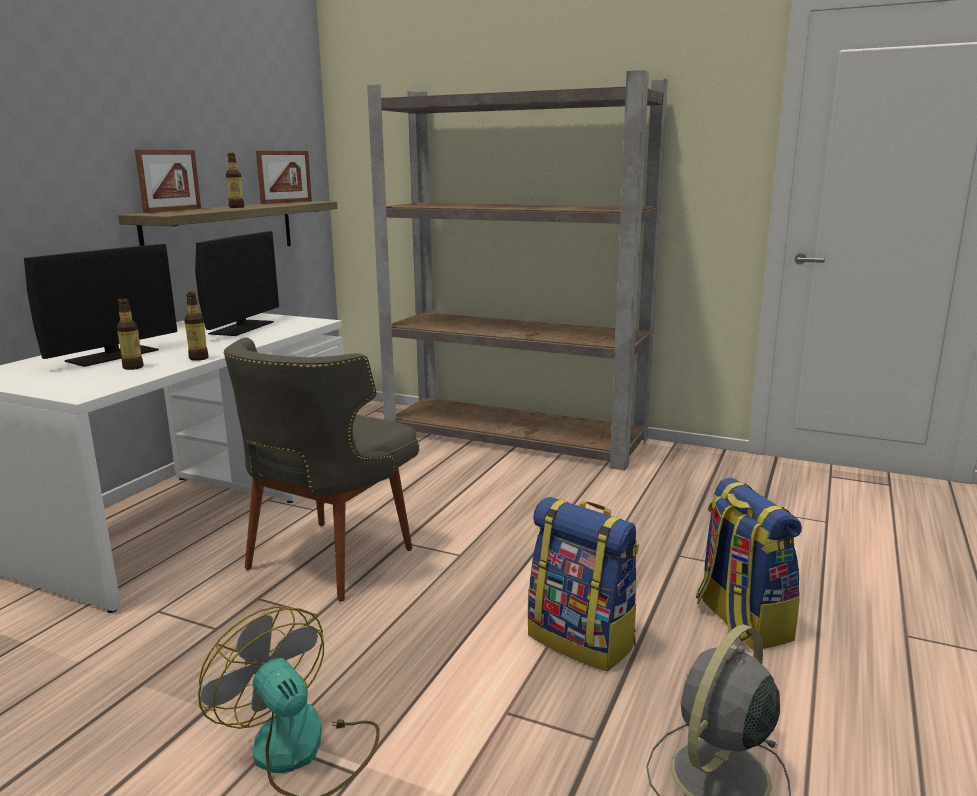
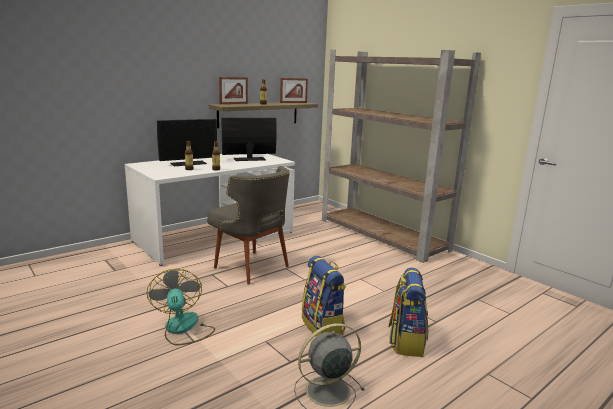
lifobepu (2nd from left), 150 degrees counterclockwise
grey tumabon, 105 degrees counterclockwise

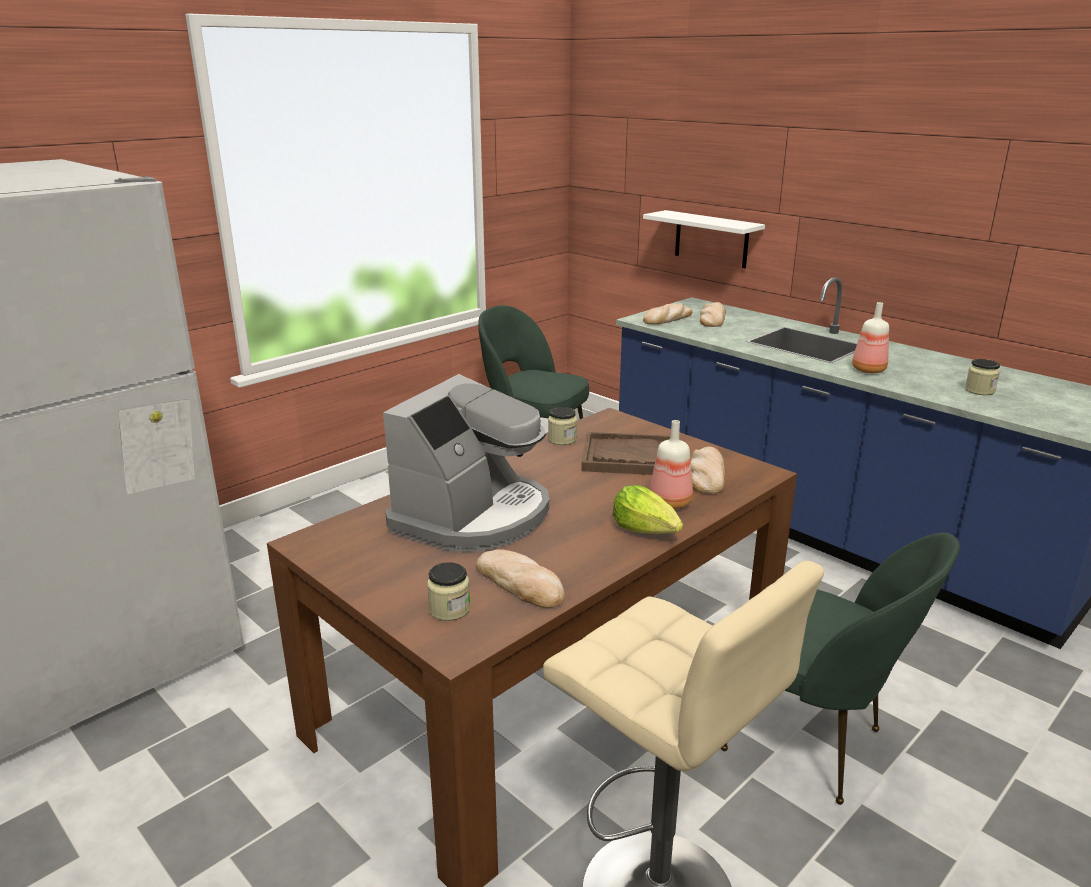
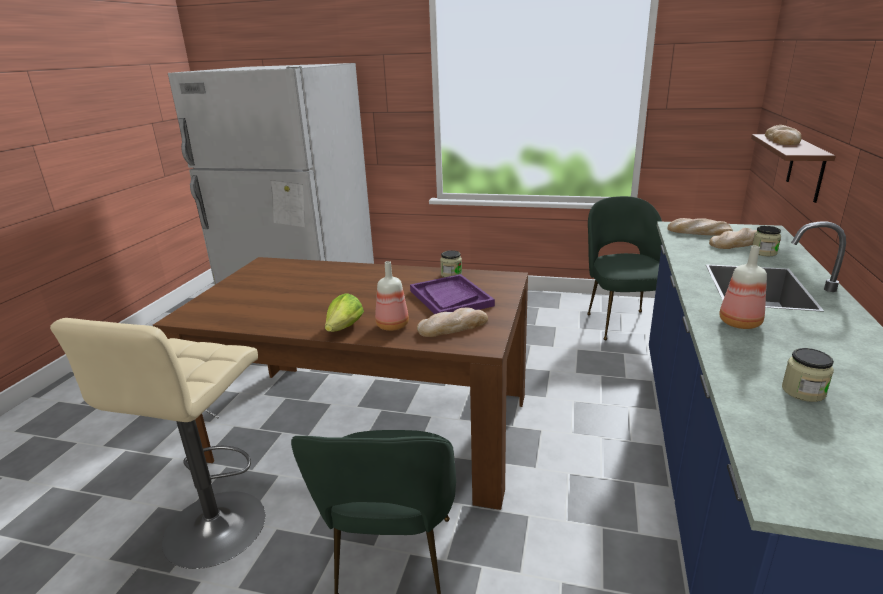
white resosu -> brown resosu
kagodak -> none
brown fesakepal -> purple fesakepal
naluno (1st from left in the first image) -> naluno (4th from left), move
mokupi (1st from left in the first image) -> mokupi (2nd from left), move

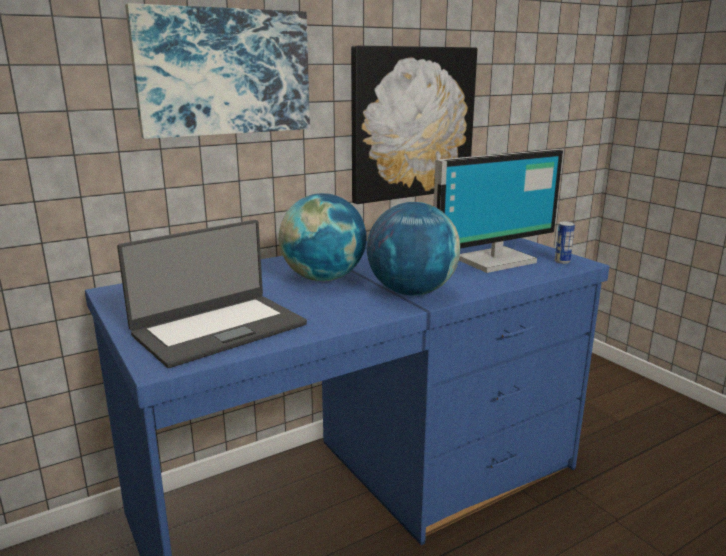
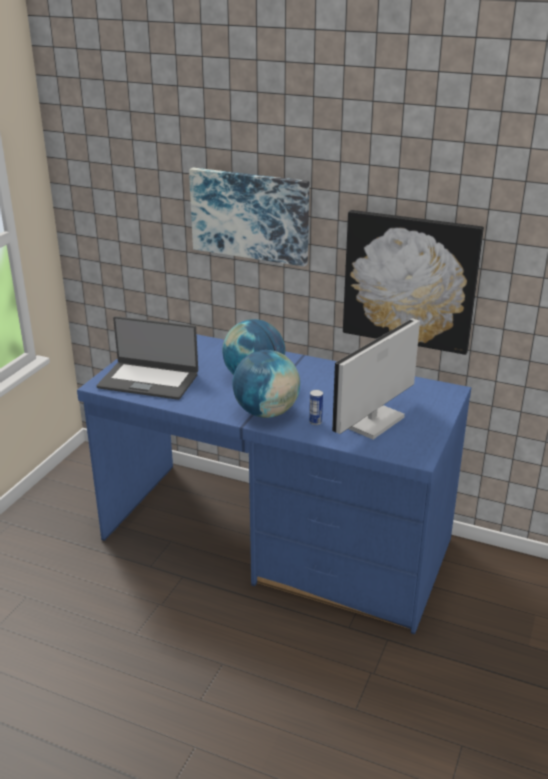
lifobepu, 105 degrees clockwise
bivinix, move

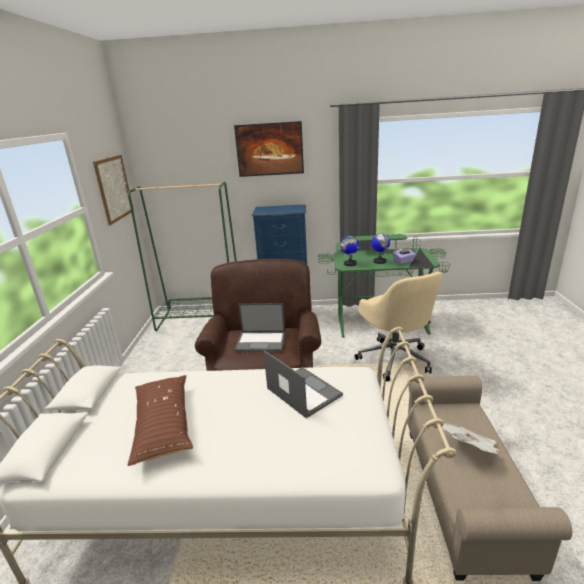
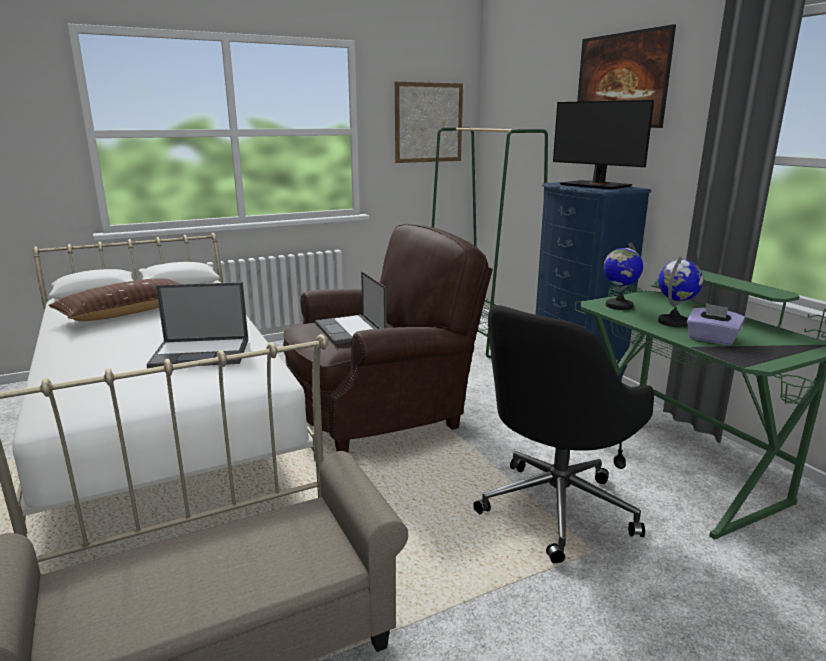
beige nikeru -> black nikeru
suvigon (2nd from left in the first image) -> suvigon (1st from left), 60 degrees clockwise
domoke -> none
none -> lifobepu

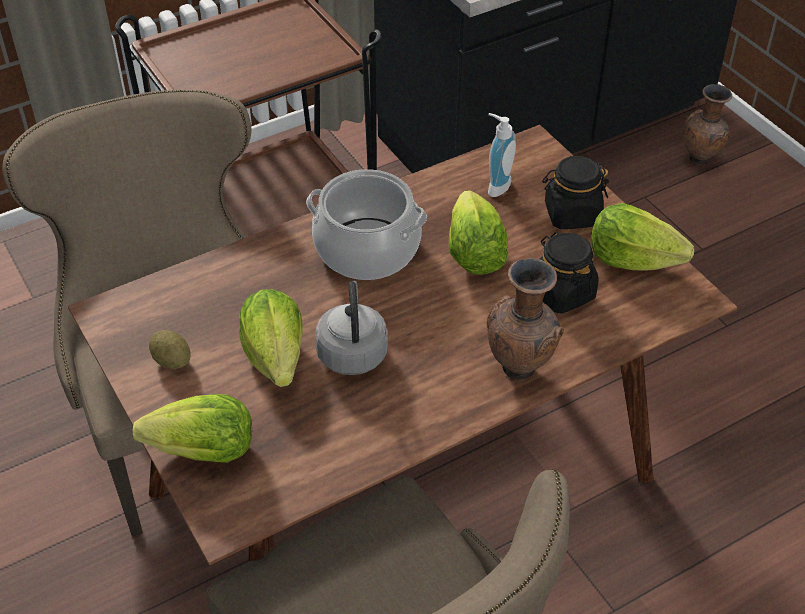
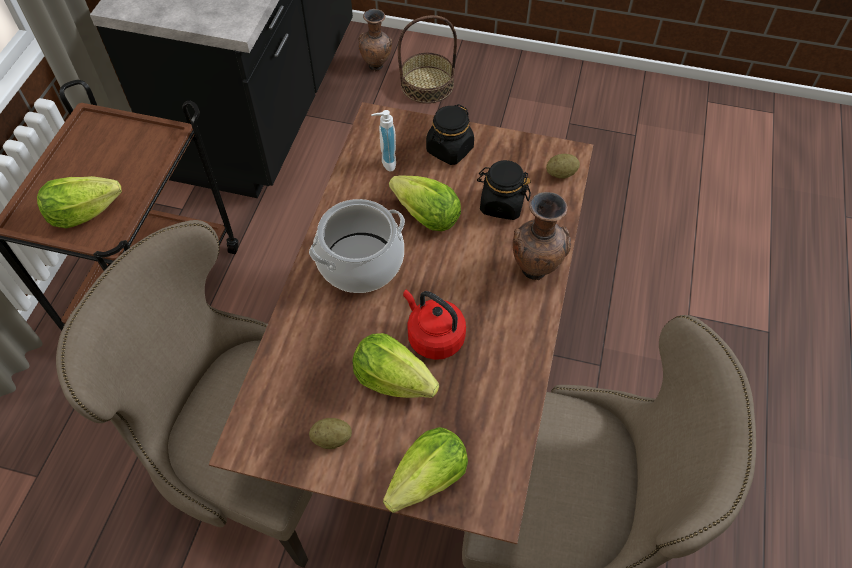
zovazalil (4th from left in the first image) -> zovazalil (1st from left), move
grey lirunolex -> red lirunolex
none -> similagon
none -> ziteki (2nd from left)

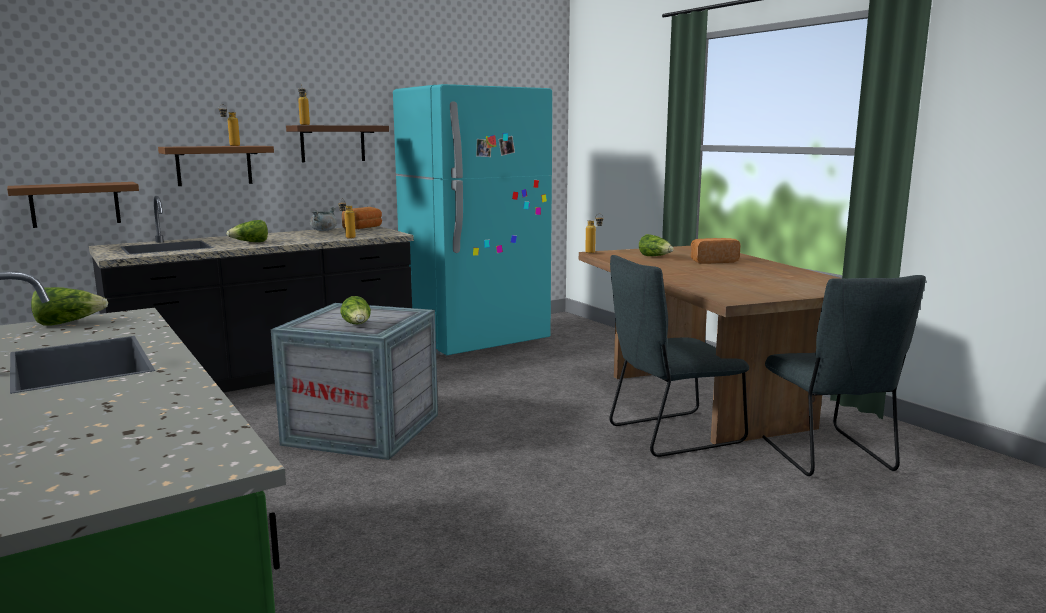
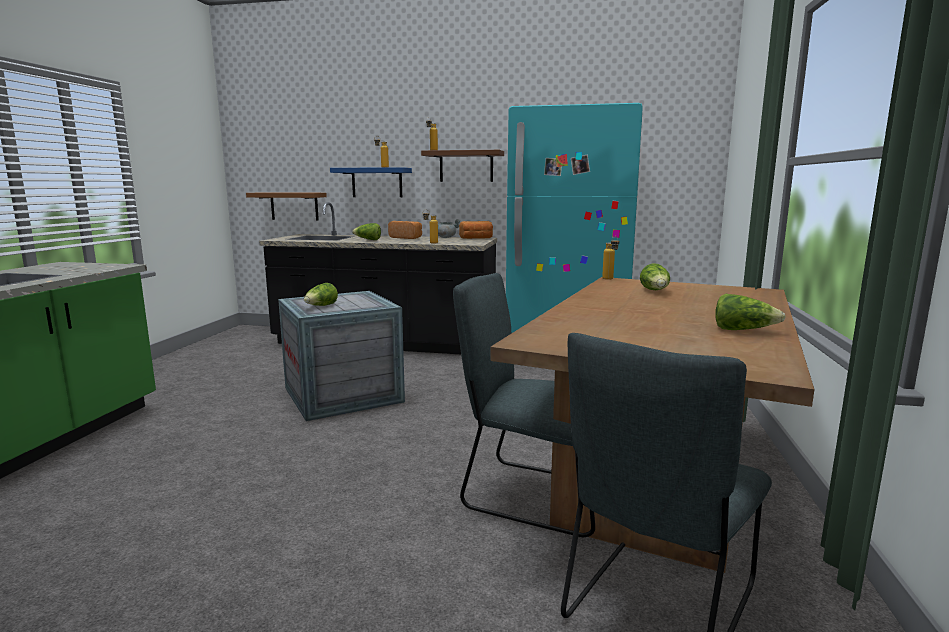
brown resosu (2nd from left) -> blue resosu
naluno (2nd from left in the first image) -> naluno (1st from left), move
zovazalil (1st from left in the first image) -> zovazalil (4th from left), move

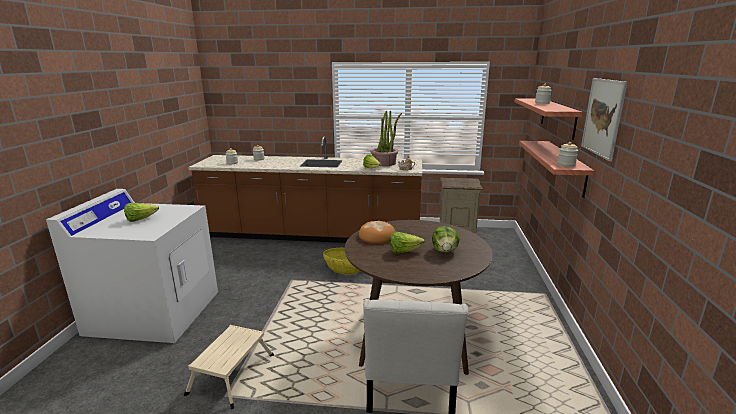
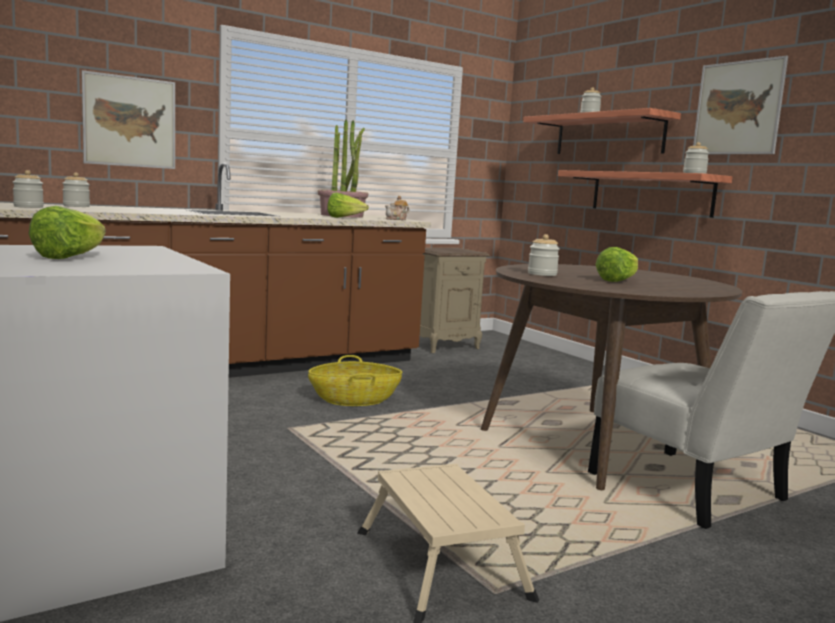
naluno -> mokupi (3rd from left)
zovazalil (4th from left) -> none
none -> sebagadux (1st from left)

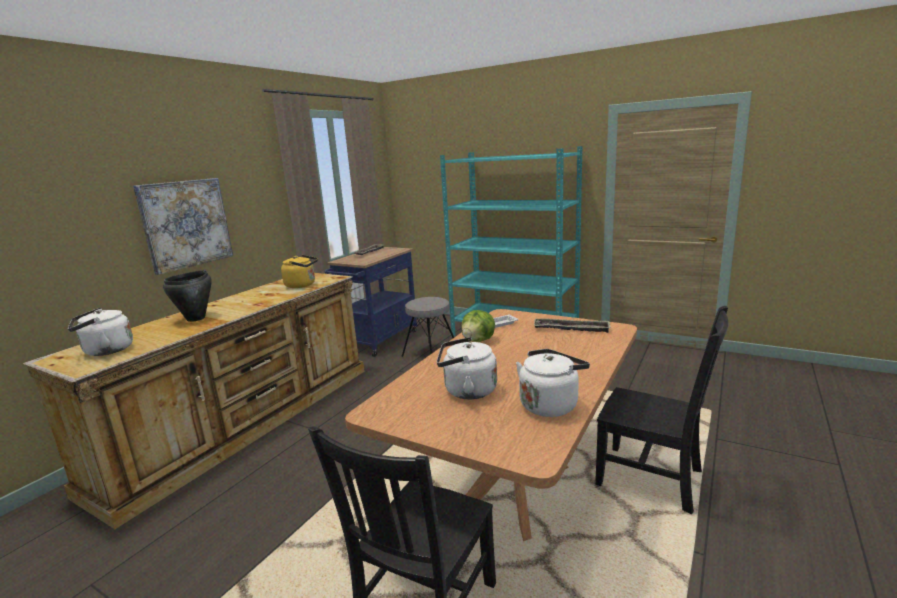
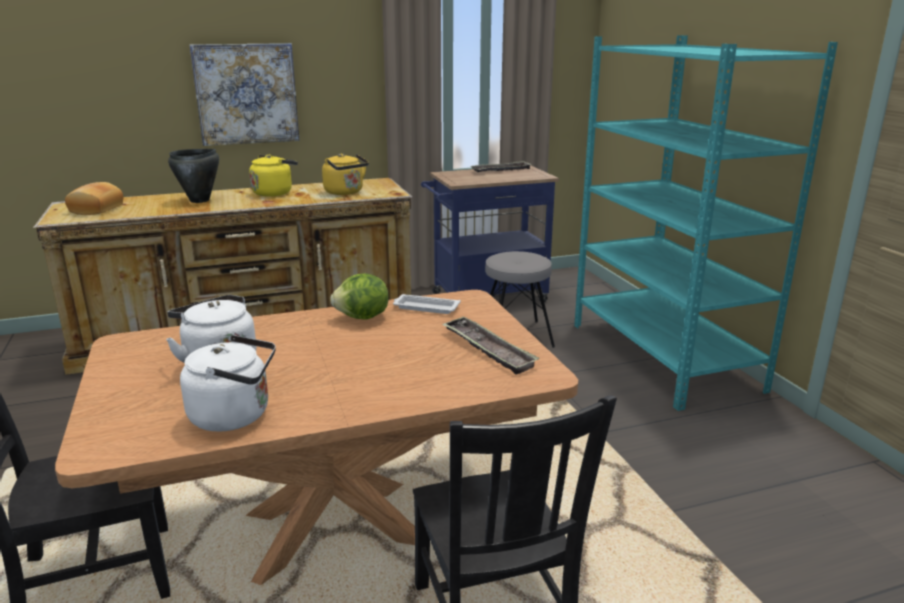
white lirunolex (1st from left) -> naluno
none -> yellow lirunolex (1st from left)

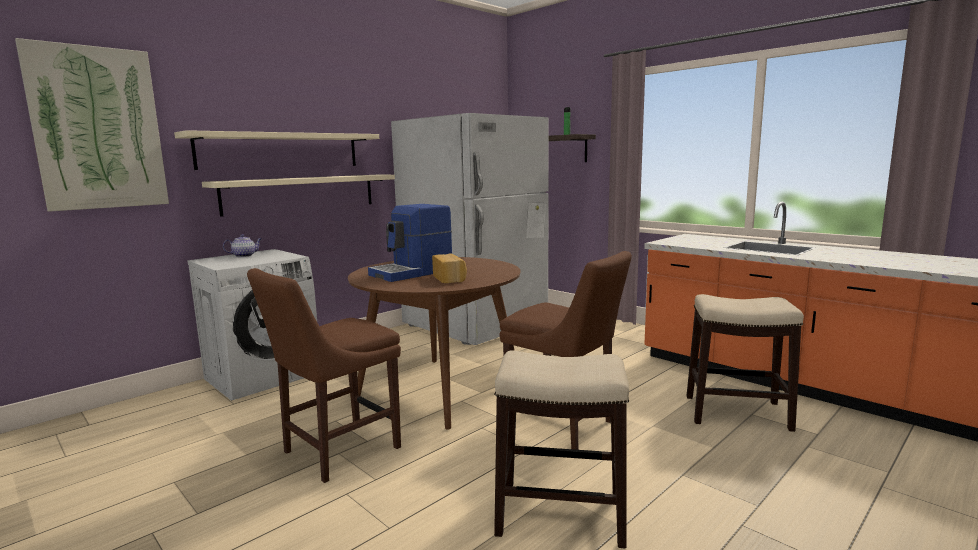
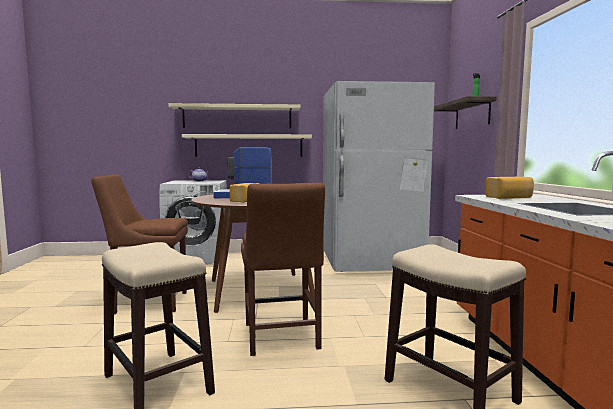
sebagadux -> none
none -> naluno (2nd from left)

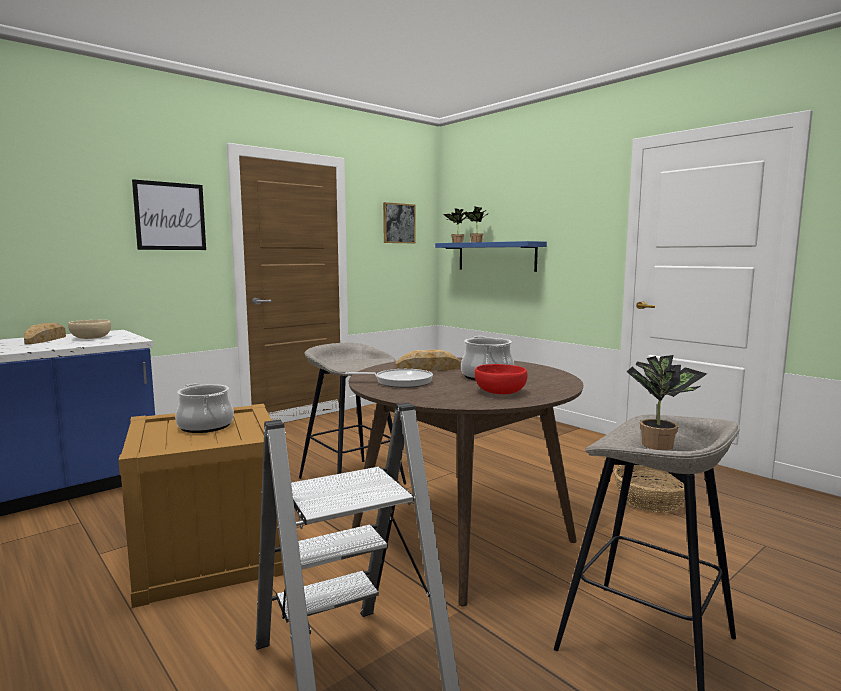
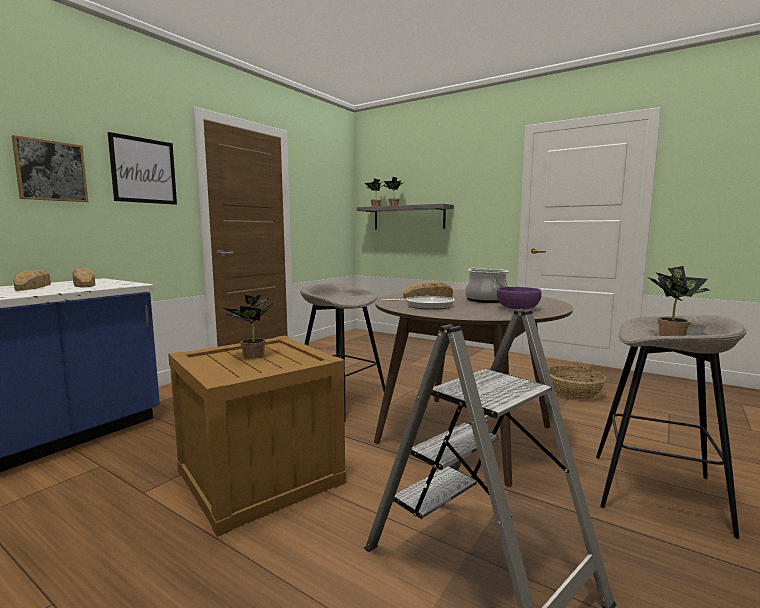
sebagadux (2nd from left in the first image) -> sebagadux (1st from left), move
blue resosu -> grey resosu
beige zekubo -> naluno (2nd from left)
red zekubo -> purple zekubo
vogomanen (1st from left) -> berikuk (1st from left)

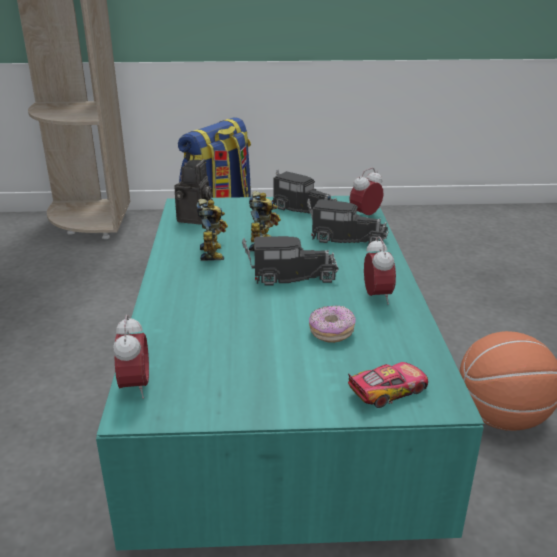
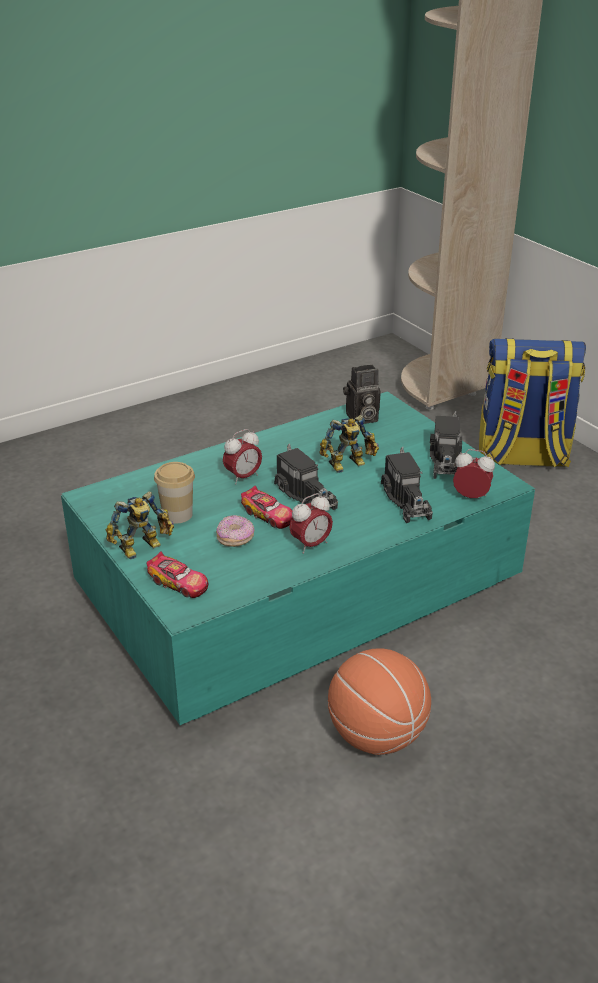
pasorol (1st from left), move
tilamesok (1st from left), move
none -> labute
none -> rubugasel (2nd from left)

